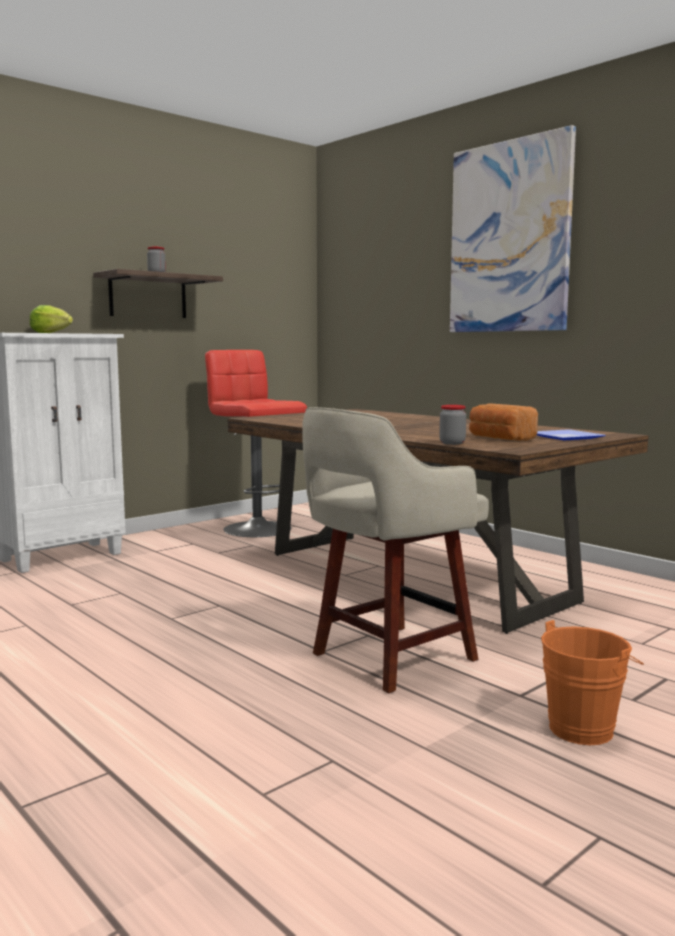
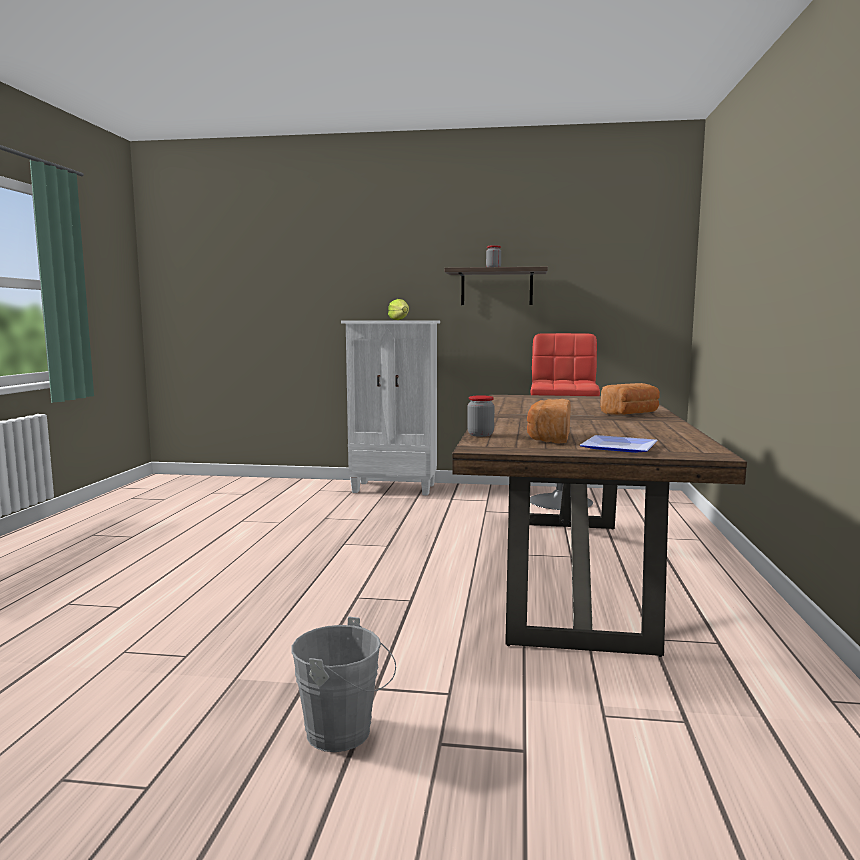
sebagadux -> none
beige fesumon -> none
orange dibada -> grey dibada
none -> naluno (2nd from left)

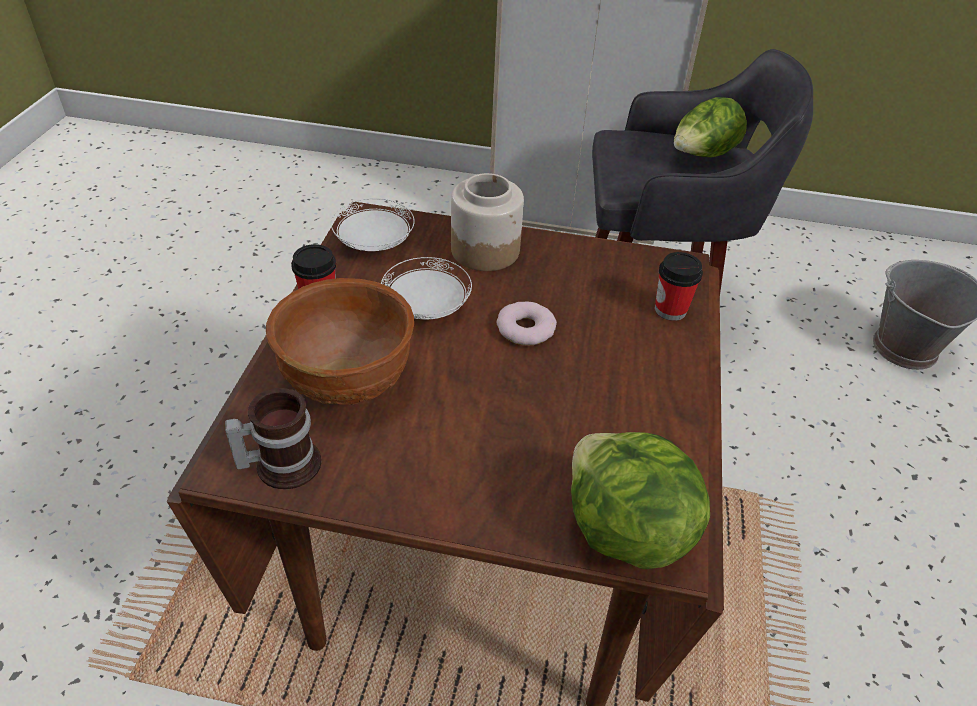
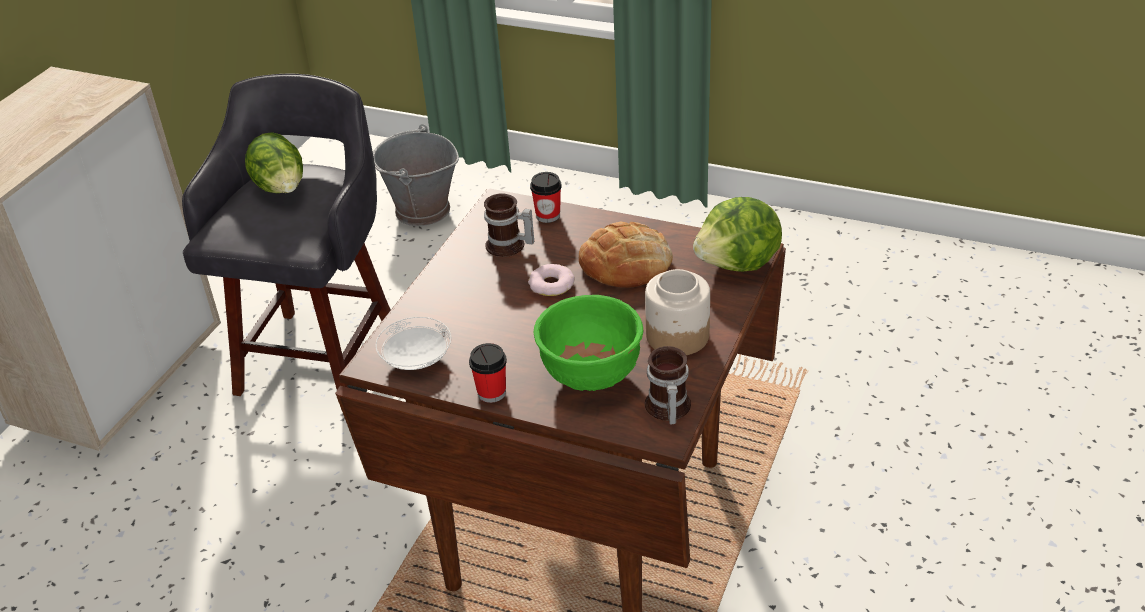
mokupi, move
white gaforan (2nd from left) -> none
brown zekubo -> green zekubo
none -> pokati (1st from left)
none -> naluno

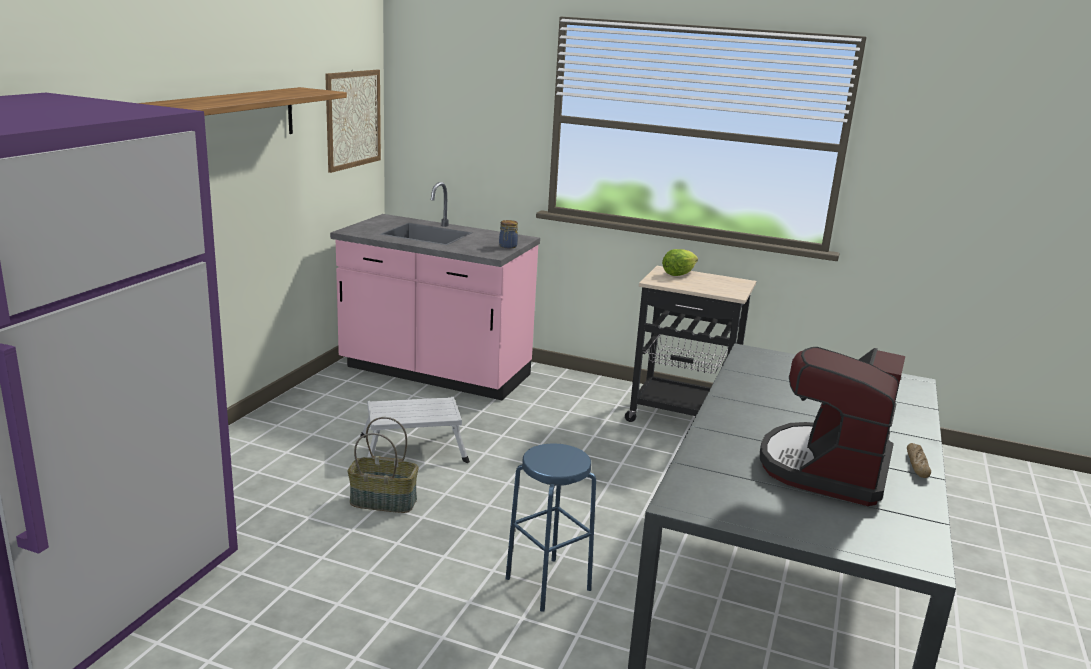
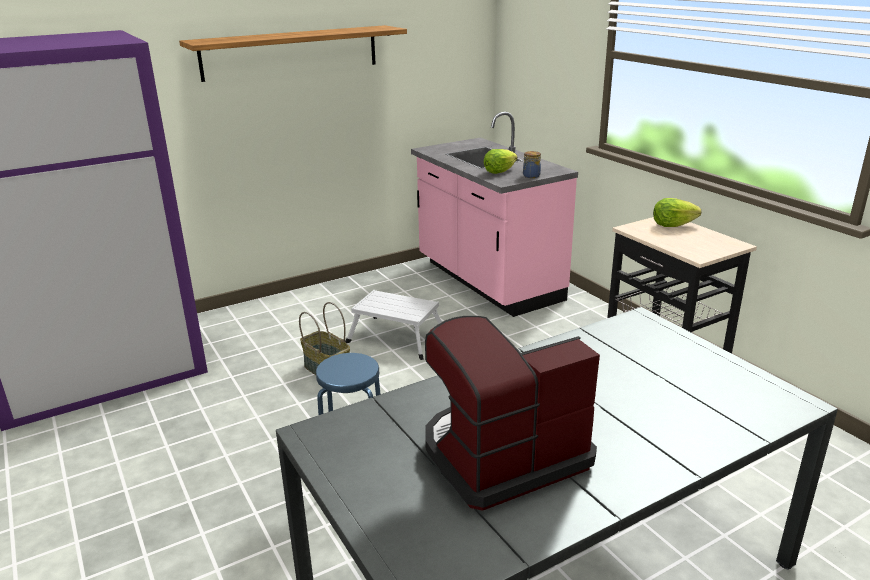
sebagadux -> none
naluno -> none
none -> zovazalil (1st from left)

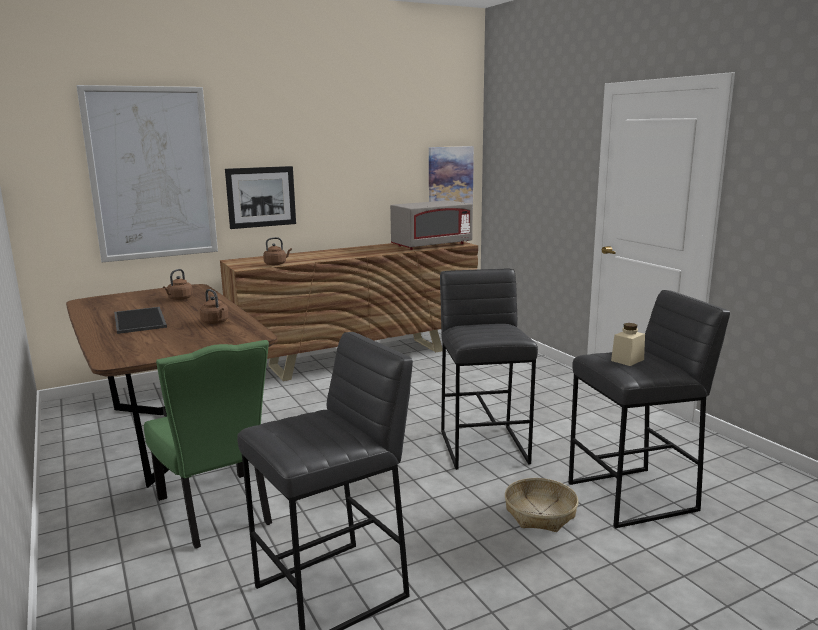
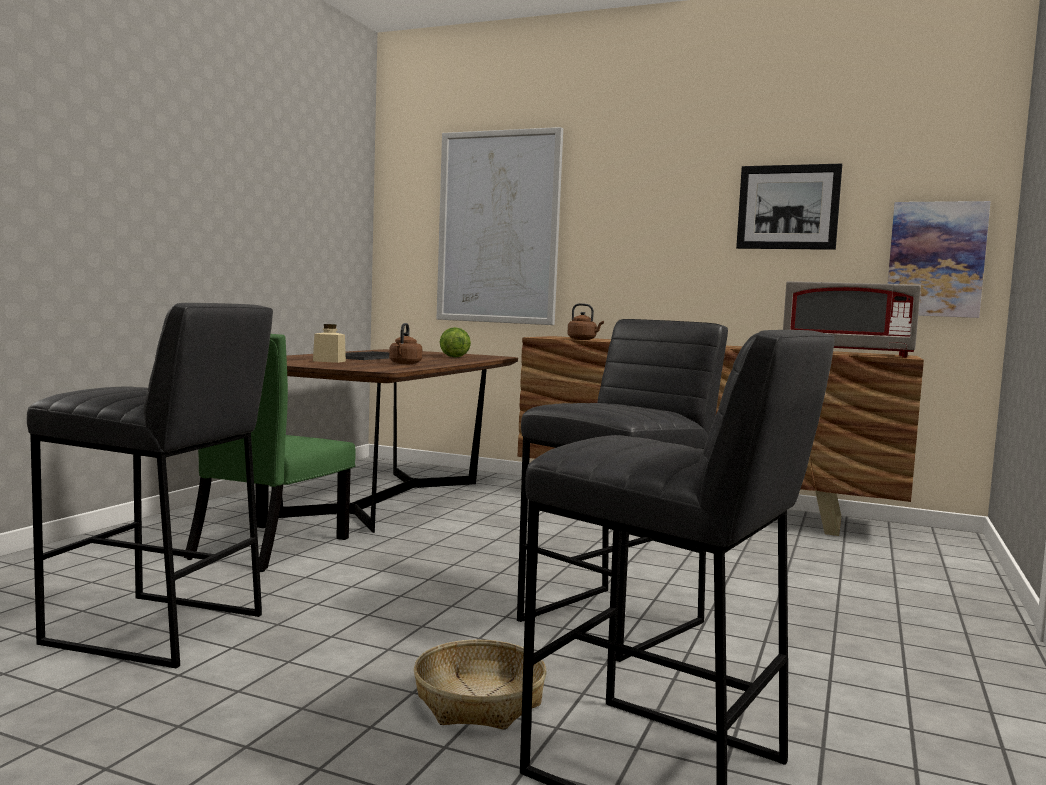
sebagadux (2nd from left), move
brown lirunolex (1st from left) -> zovazalil
beige mokupi, move

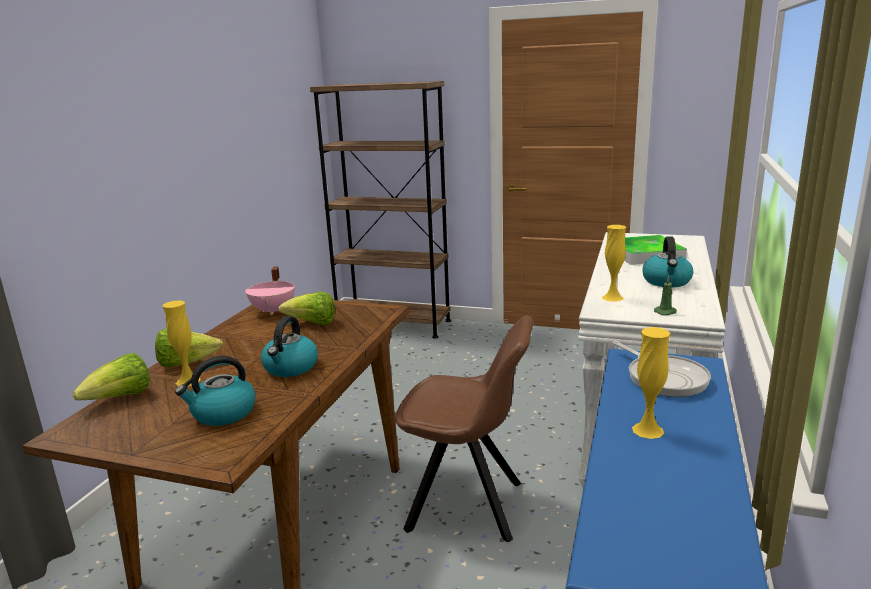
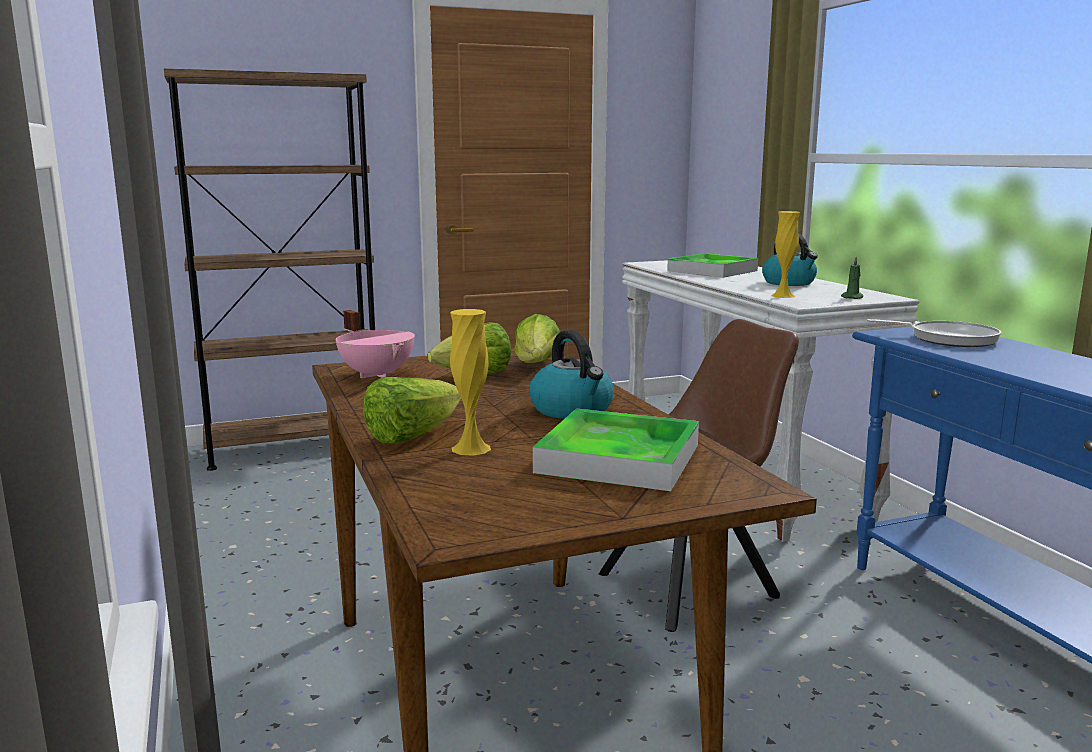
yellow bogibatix (3rd from left) -> none
zovazalil (1st from left in the first image) -> zovazalil (3rd from left), move
lirunolex (1st from left) -> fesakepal (1st from left)

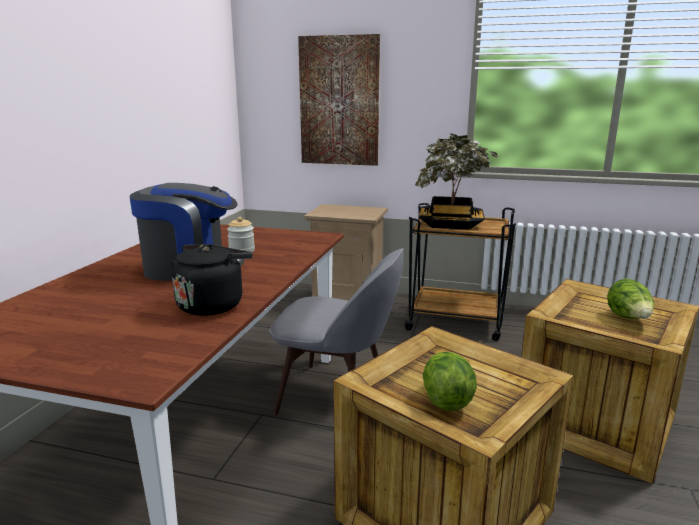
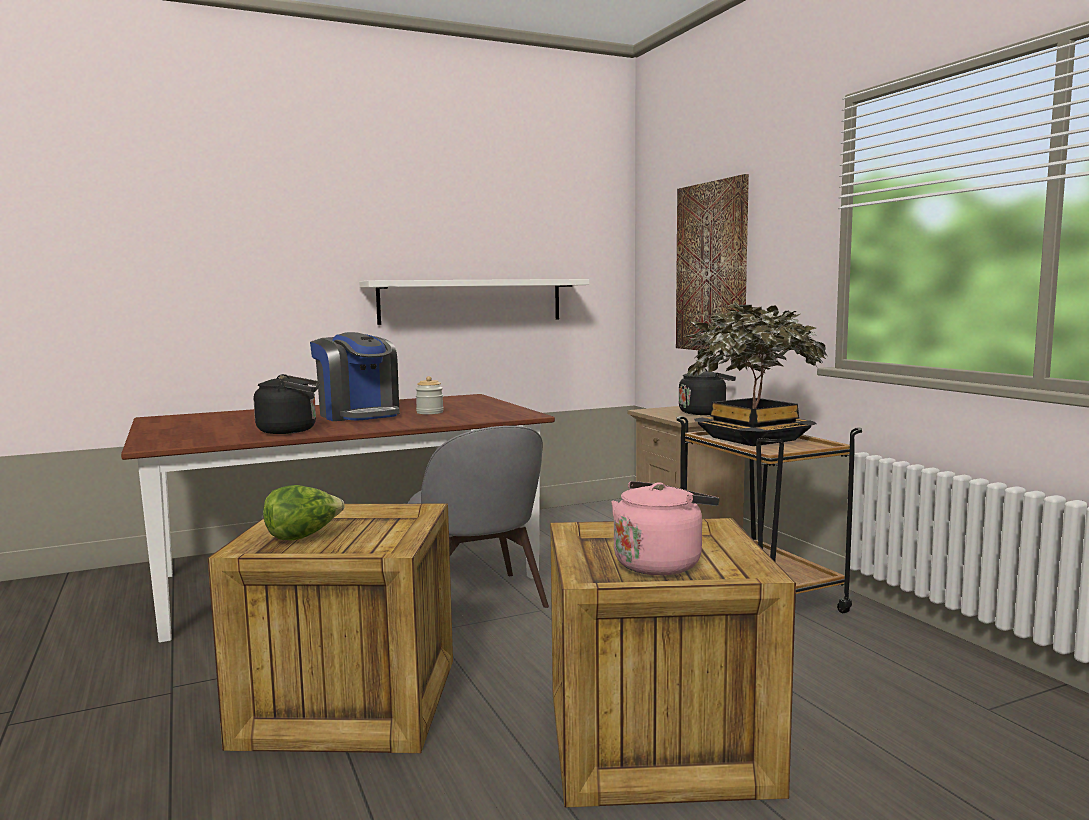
zovazalil (2nd from left) -> pink lirunolex
none -> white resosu
none -> black lirunolex (2nd from left)

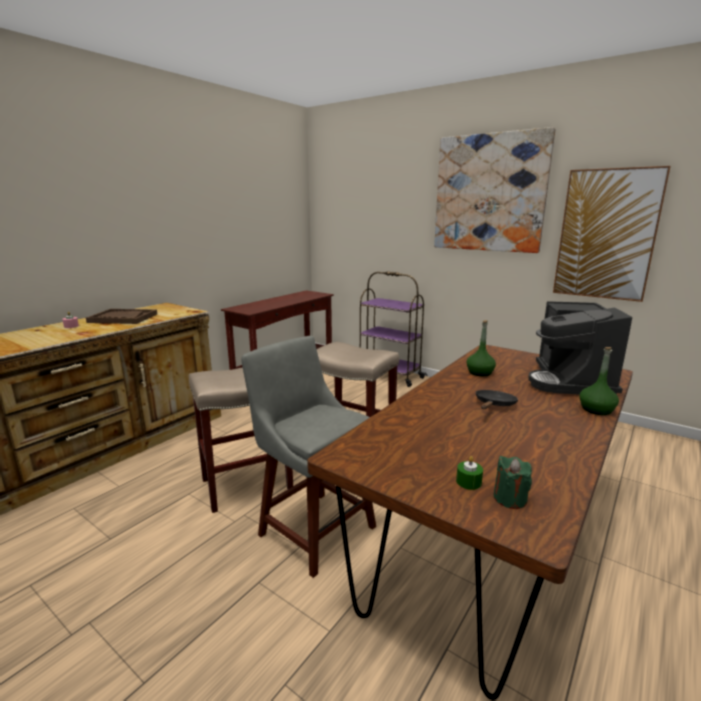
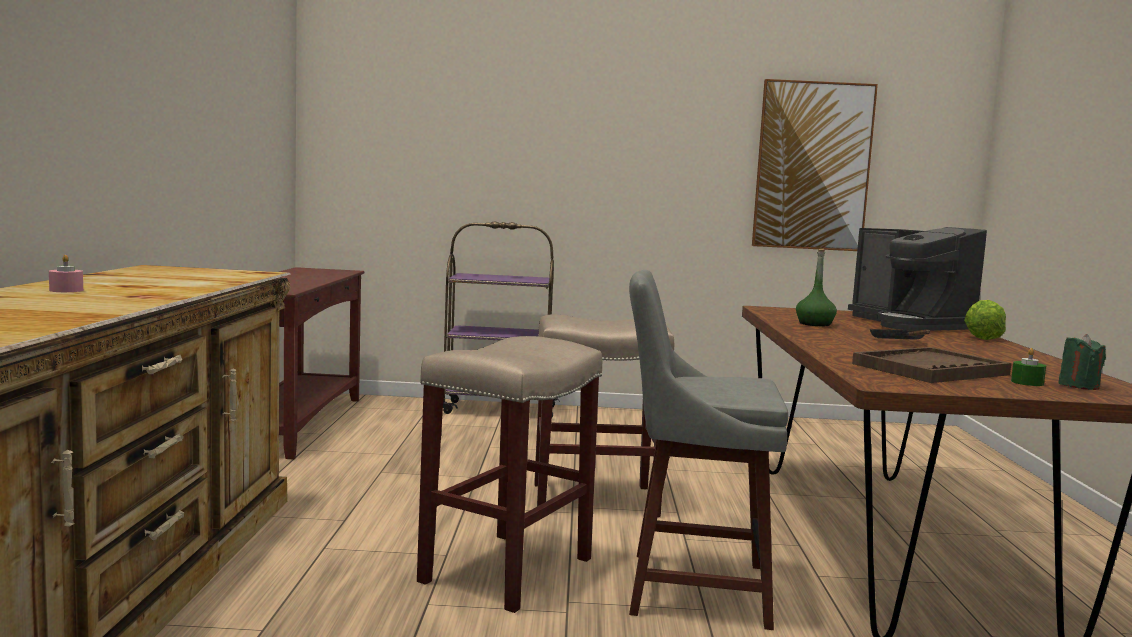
sebagadux (1st from left) -> none
brown fesakepal, move
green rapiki (2nd from left) -> zovazalil

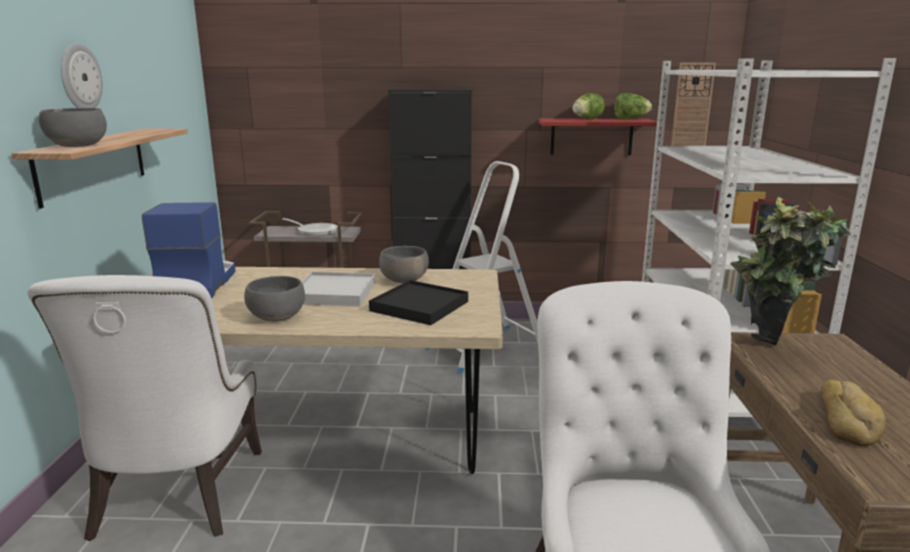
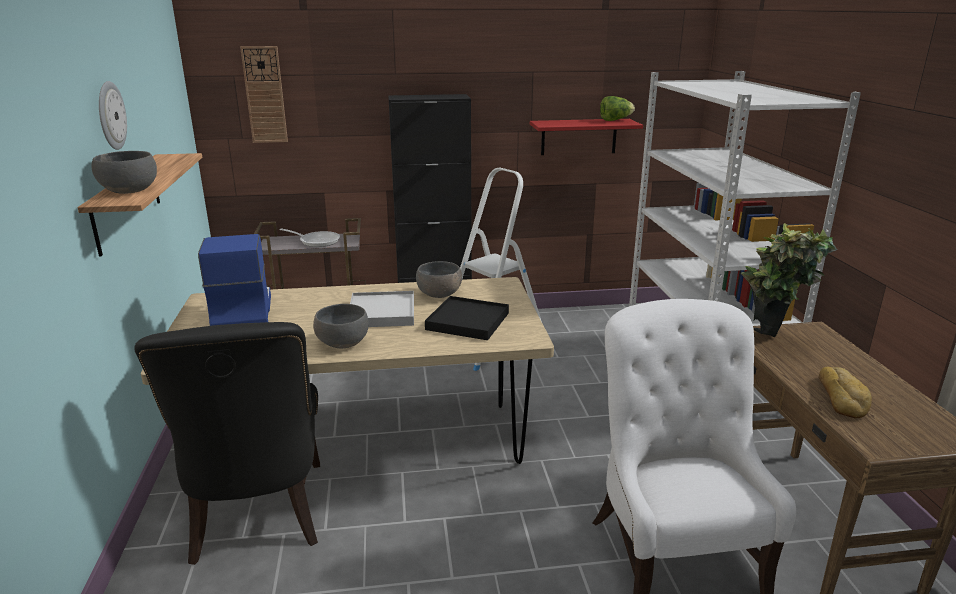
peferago (2nd from left), move
zovazalil (1st from left) -> none
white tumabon (1st from left) -> black tumabon

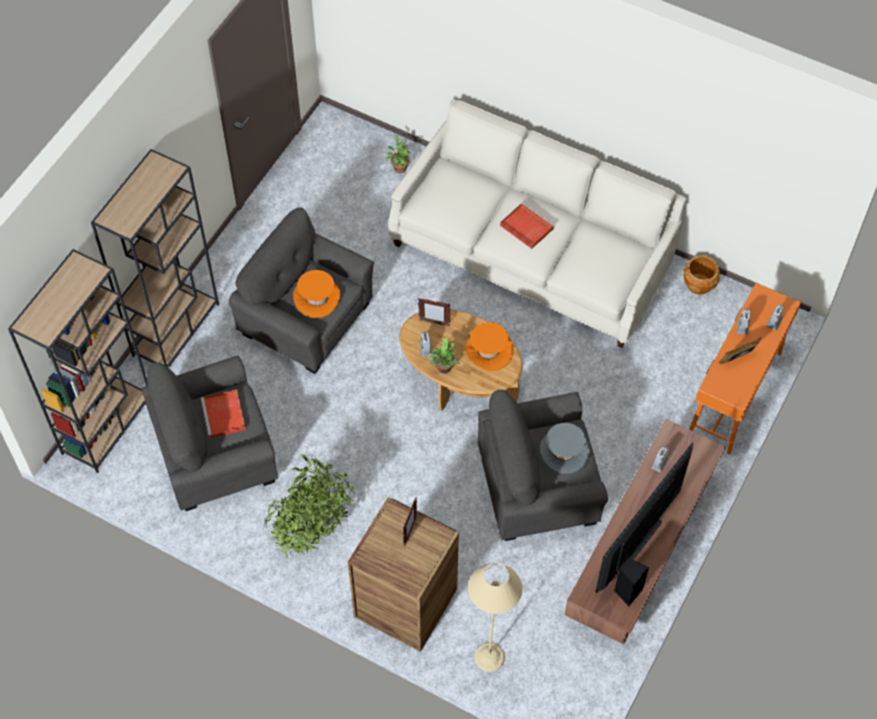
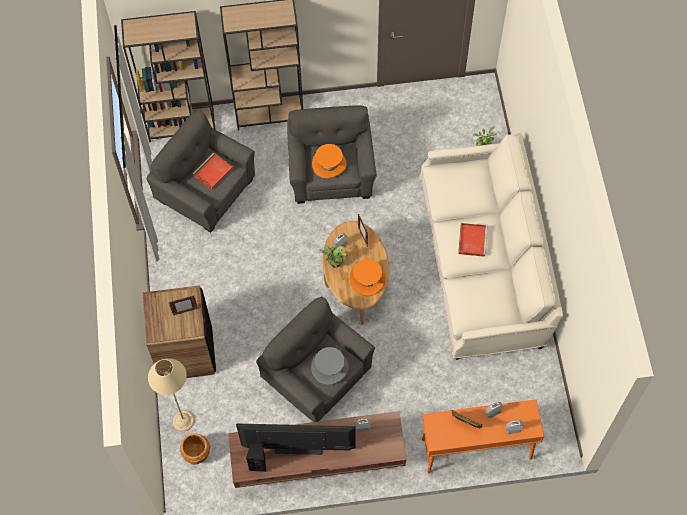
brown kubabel, move
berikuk (1st from left) -> none

